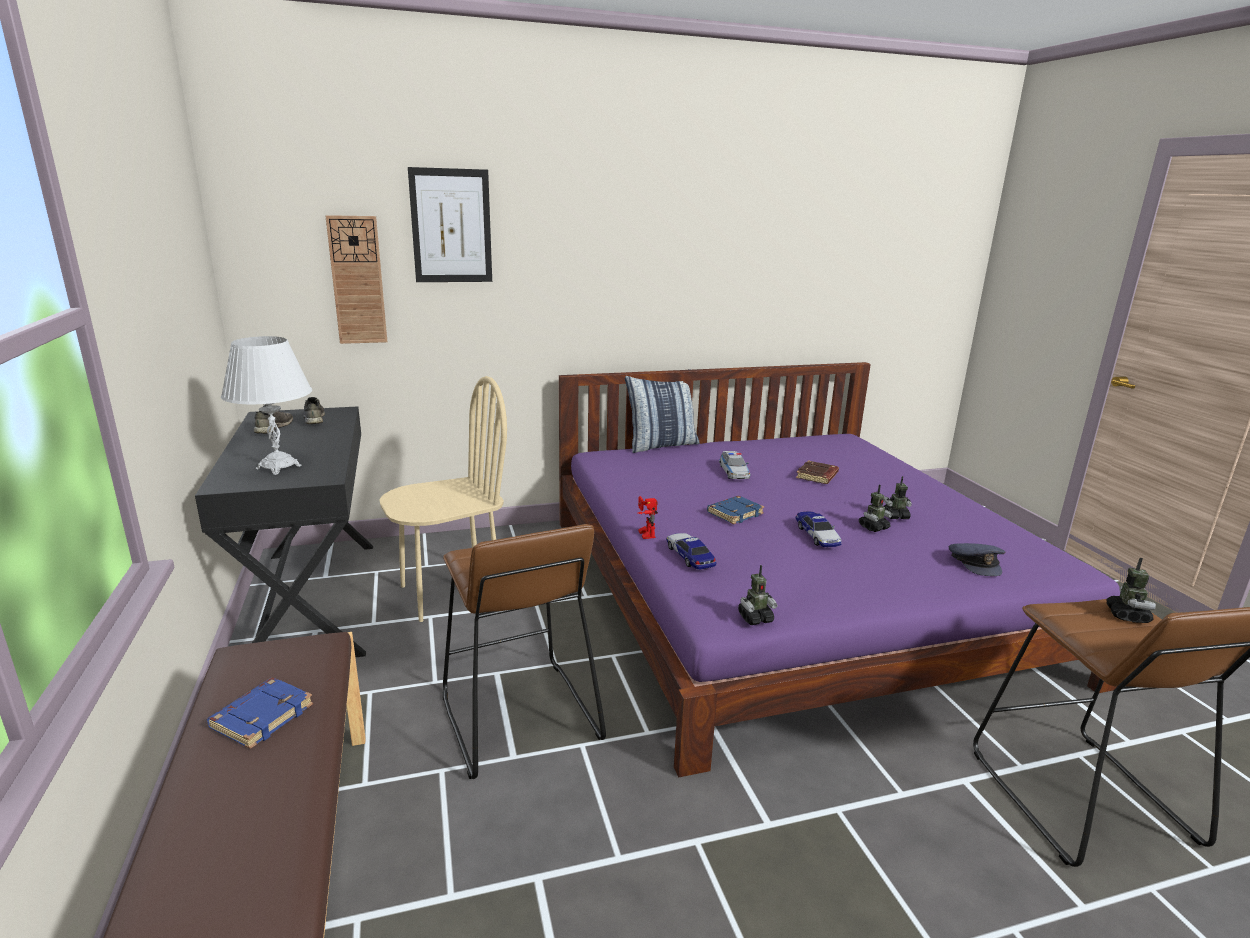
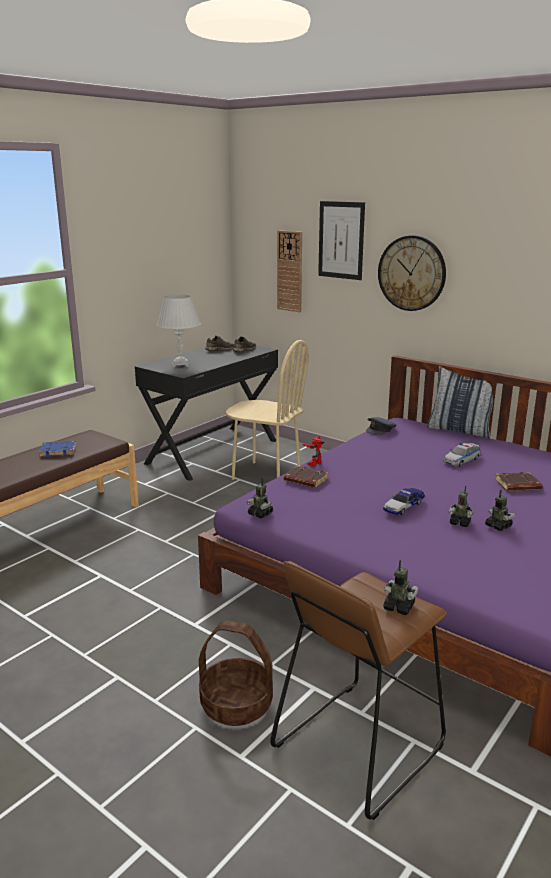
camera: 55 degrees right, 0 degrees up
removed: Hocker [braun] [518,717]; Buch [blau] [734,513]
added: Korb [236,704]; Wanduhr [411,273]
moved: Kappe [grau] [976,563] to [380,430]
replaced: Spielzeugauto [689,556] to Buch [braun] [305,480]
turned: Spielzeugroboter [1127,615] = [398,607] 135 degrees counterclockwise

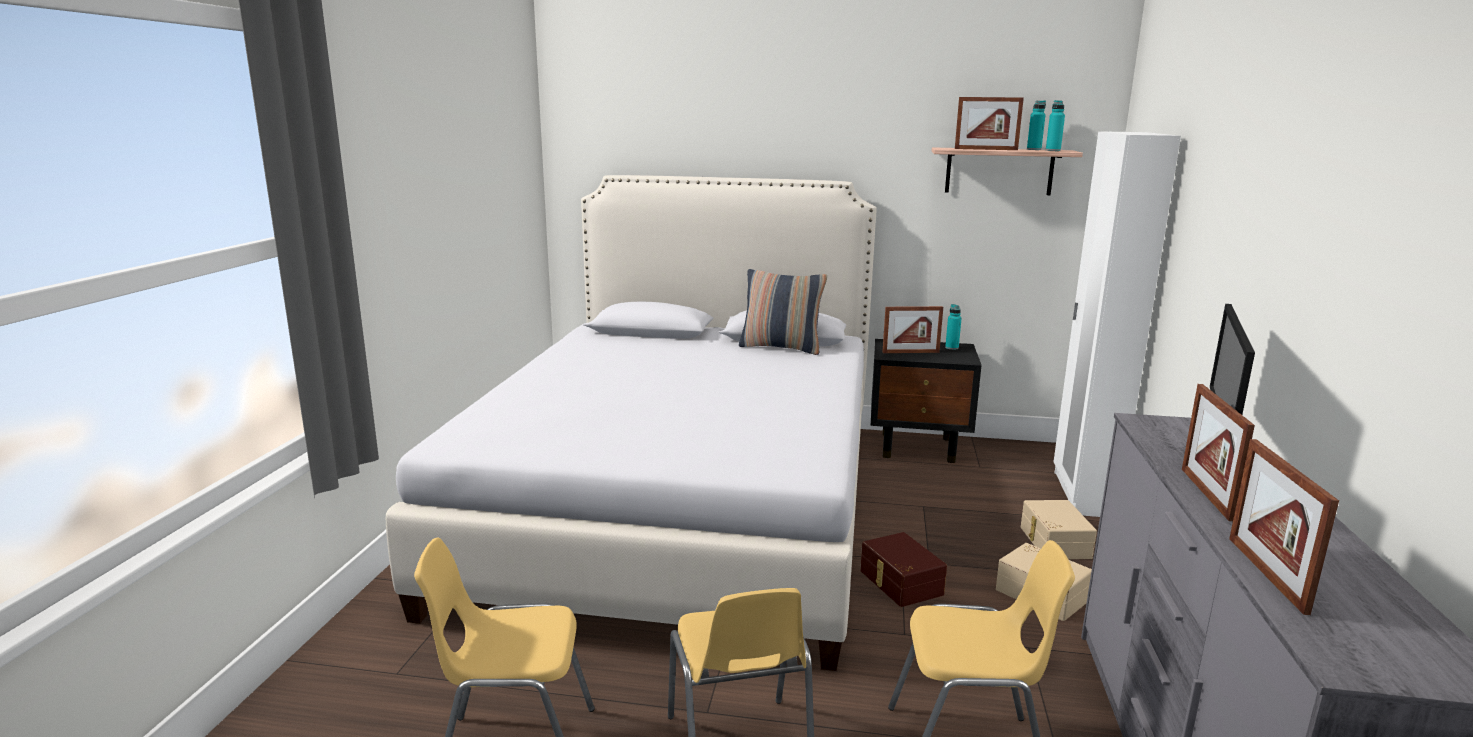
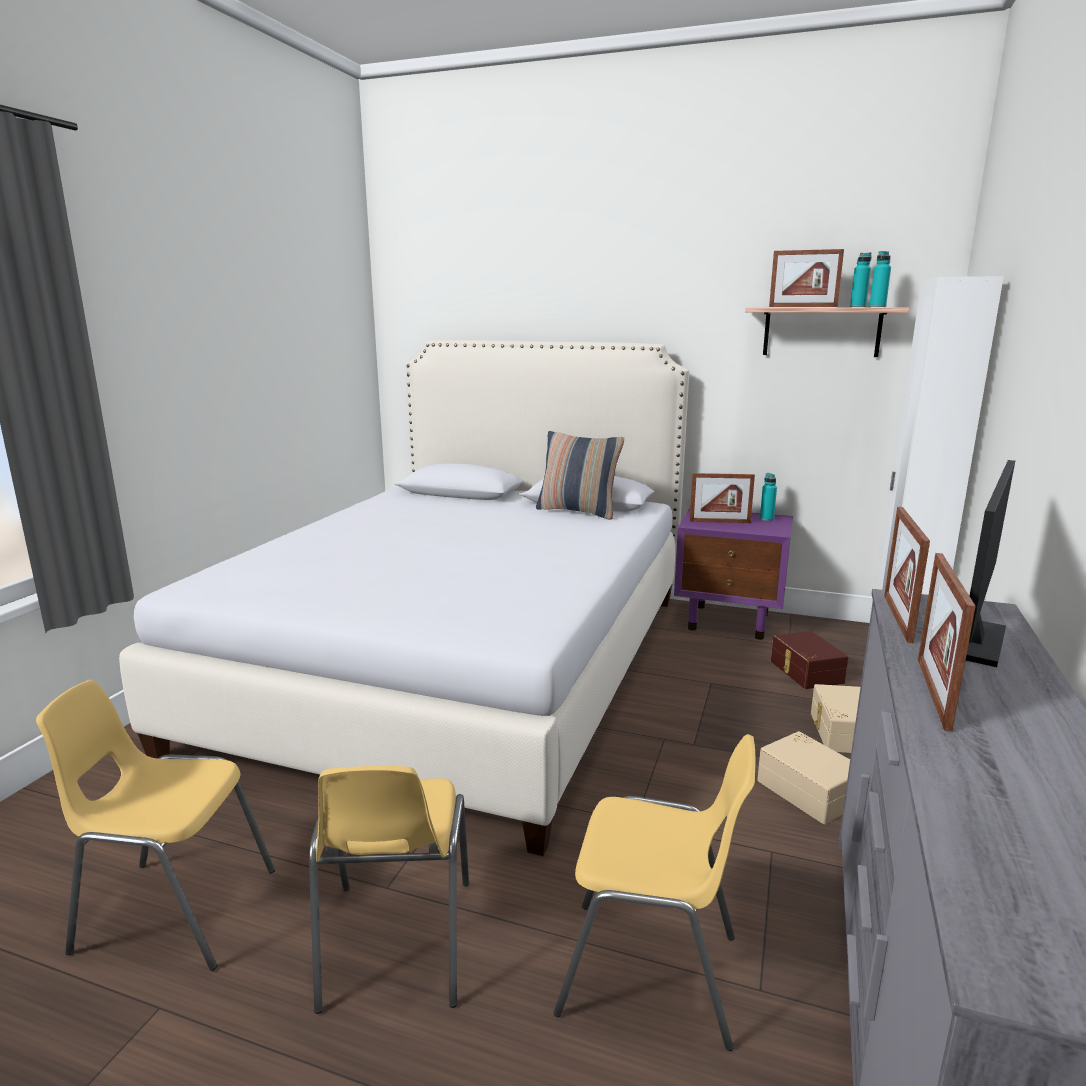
camera: 10 degrees right, 0 degrees up
moved: Aufbewahrungsbox [braun] [899,583] to [805,672]; Bilderrahmen [1266,574] to [897,617]
recoloured: Nachttisch [schwarz] [919,447] to Nachttisch [lila] [730,621]

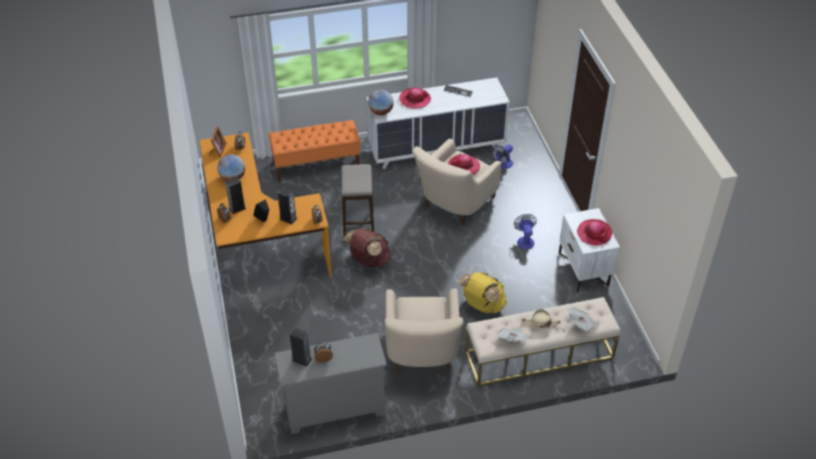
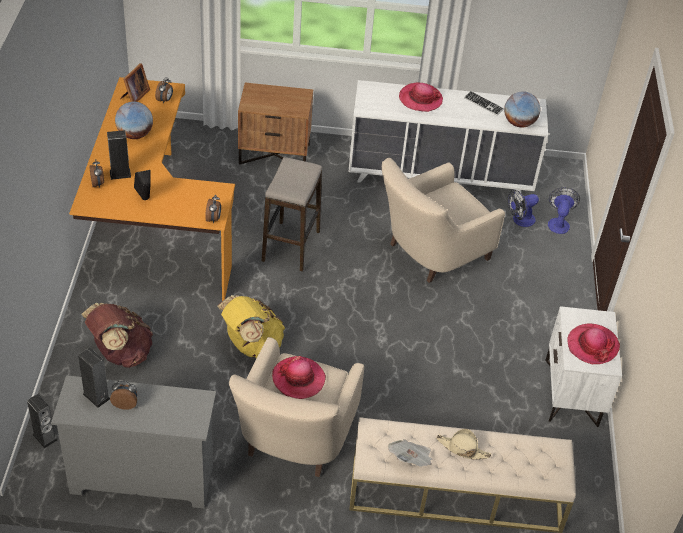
camera: 15 degrees right, 0 degrees up
removed: Zeitung [582,325]
moved: Lautsprecher [288,218] to [44,437]; Rucksack [braun] [369,261] to [120,353]; Globus [381,112] to [519,123]; Hut [464,166] to [298,379]; Rucksack [gelb] [482,305] to [252,346]; Ventilator [525,240] to [558,223]
replaced: Bank [orange] [316,165] to Nachttisch [braun] [274,154]

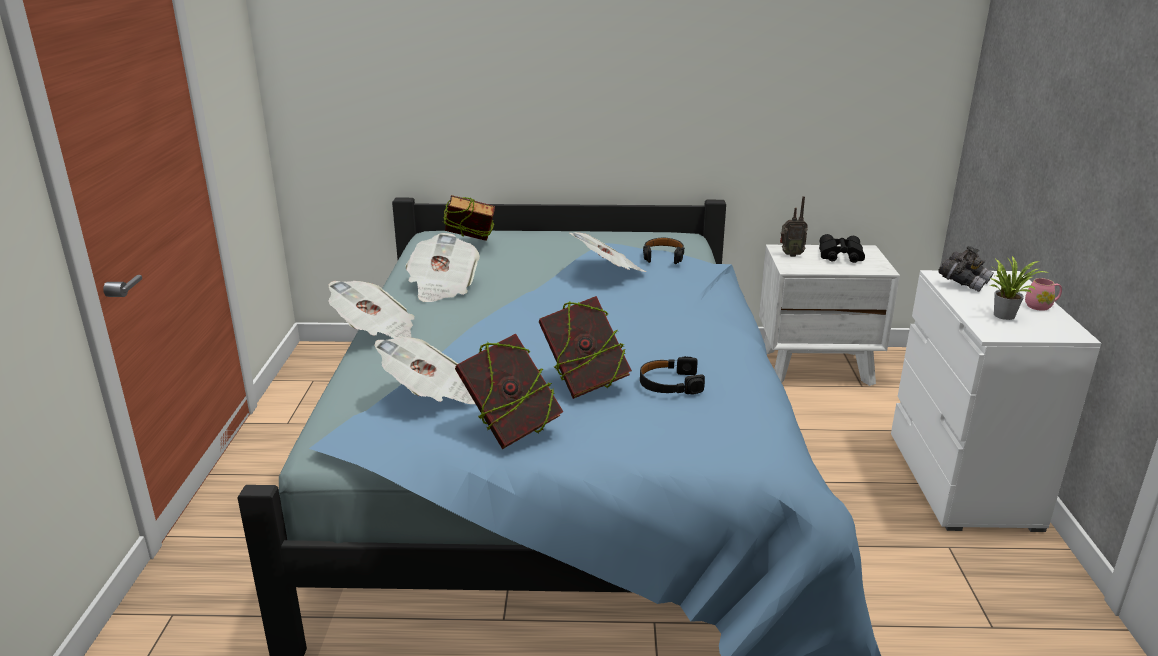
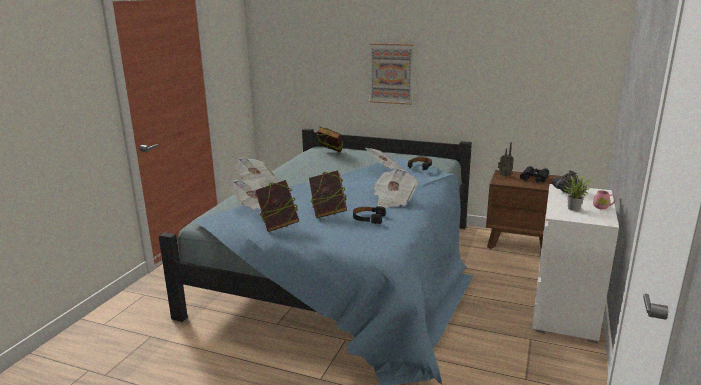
camera: 20 degrees right, 5 degrees down
added: Bild [391,73]
moved: Zeitung [442,287] to [393,200]
recoloured: Nachttisch [weiß] [816,366] to Nachttisch [braun] [520,243]

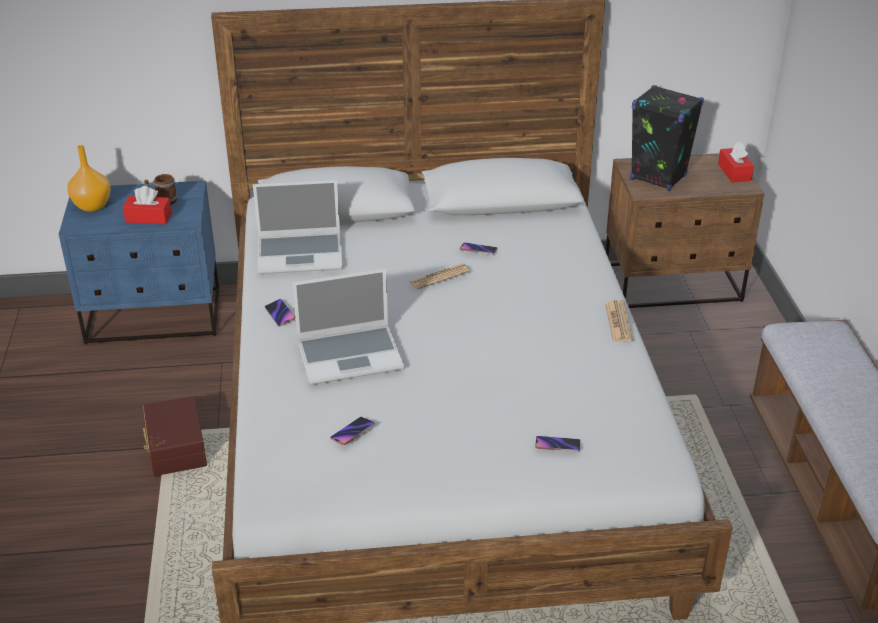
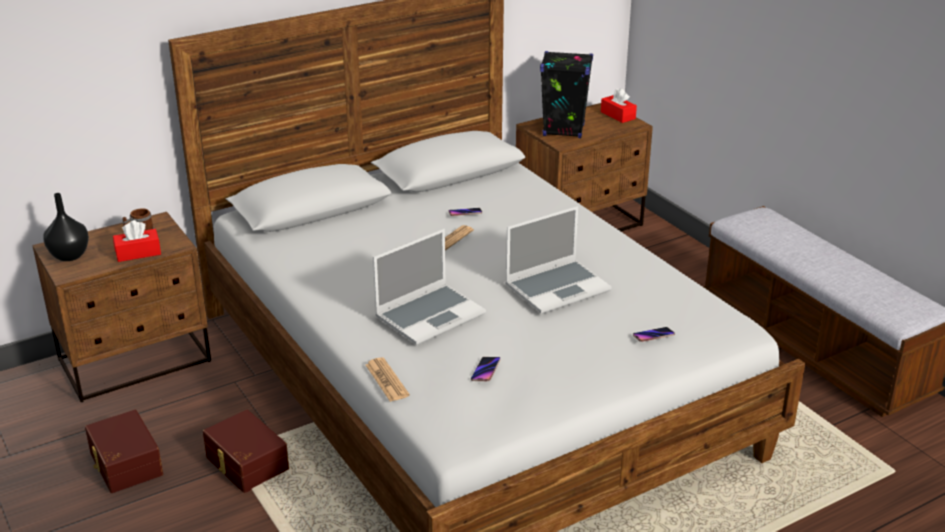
camera: 25 degrees left, 5 degrees down
removed: Handy [280,314]
added: Aufbewahrungsbox [braun] [124,464]
moved: Laptop [301,254] to [557,287]; Zeitung [618,322] to [387,380]
recoloured: Nachttisch [blau] [154,317] to Nachttisch [braun] [136,361]; Vase [orange] [93,206] to Vase [schwarz] [70,255]

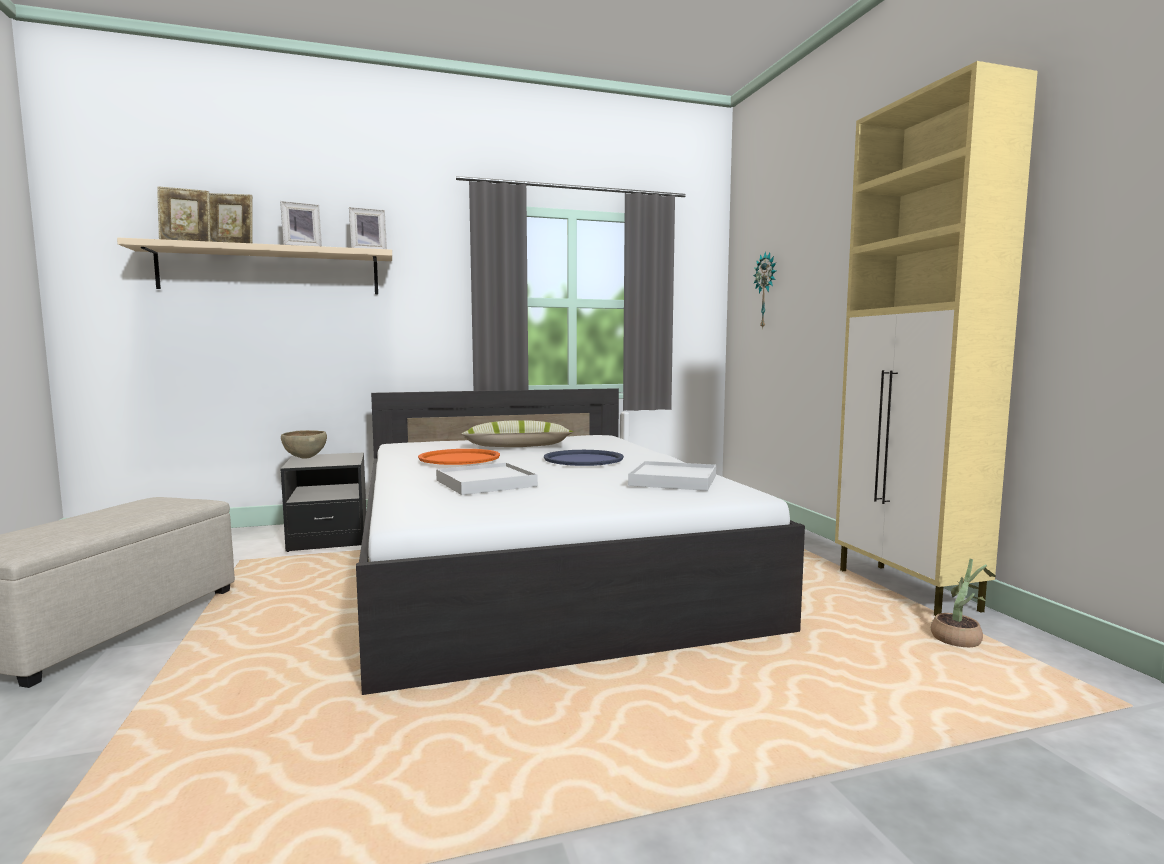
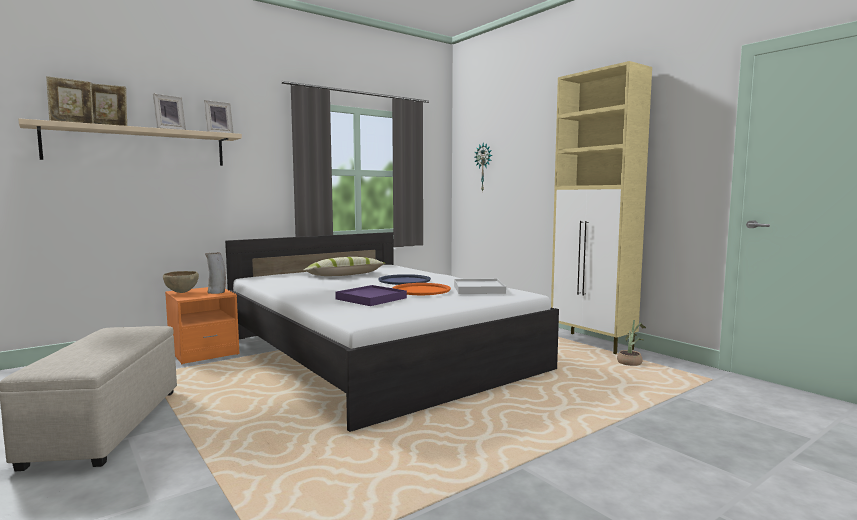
camera: 20 degrees left, 0 degrees up
added: Vase [216,292]
moved: Tablett [orange] [459,458] to [421,290]
recoloured: Nachttisch [schwarz] [329,538] to Nachttisch [orange] [203,352]; Tablett [weiß] [485,483] to Tablett [lila] [371,298]

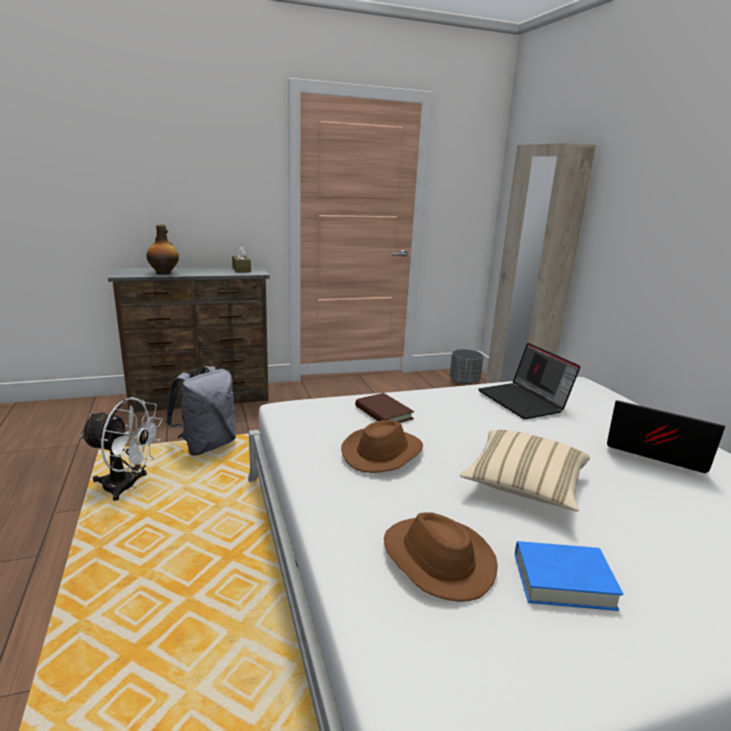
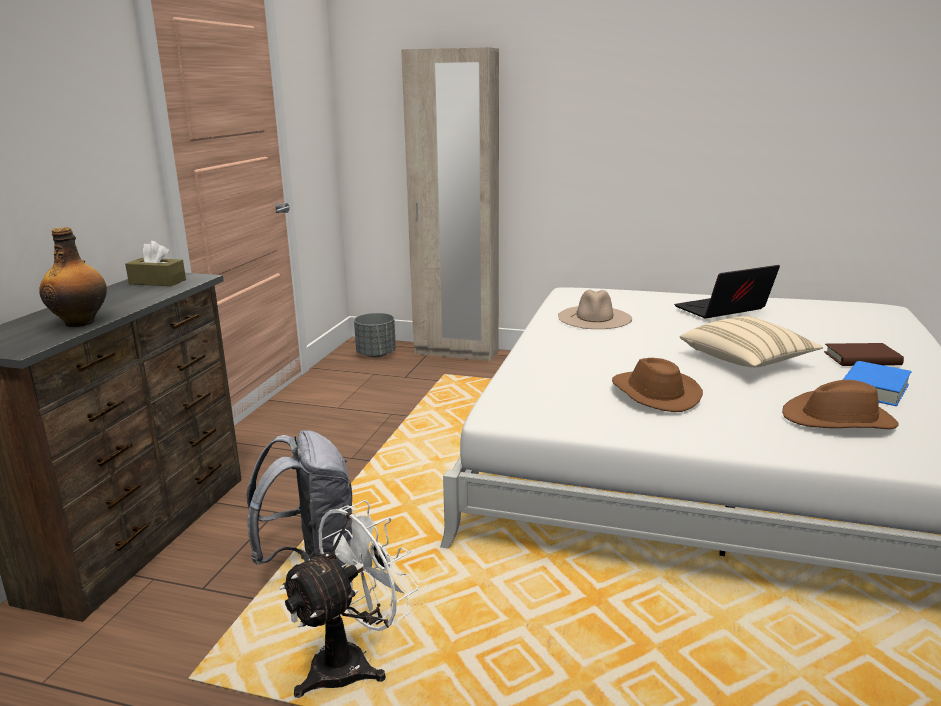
camera: 55 degrees left, 0 degrees up
moved: Buch [braun] [383,412] to [862,359]
replaced: Laptop [524,401] to Hut [beige] [594,317]

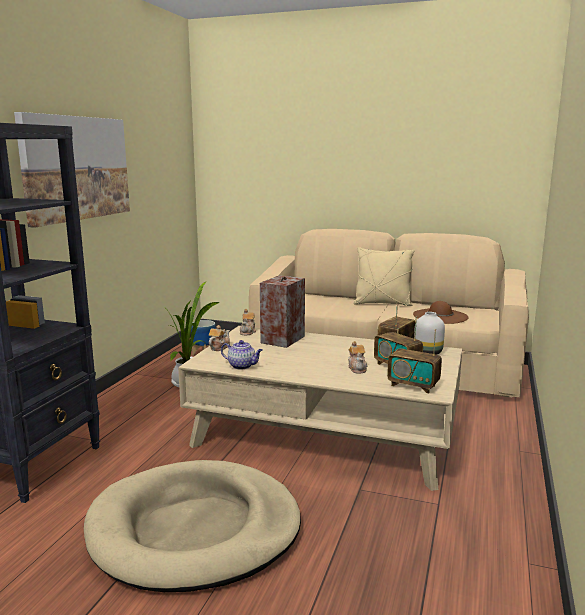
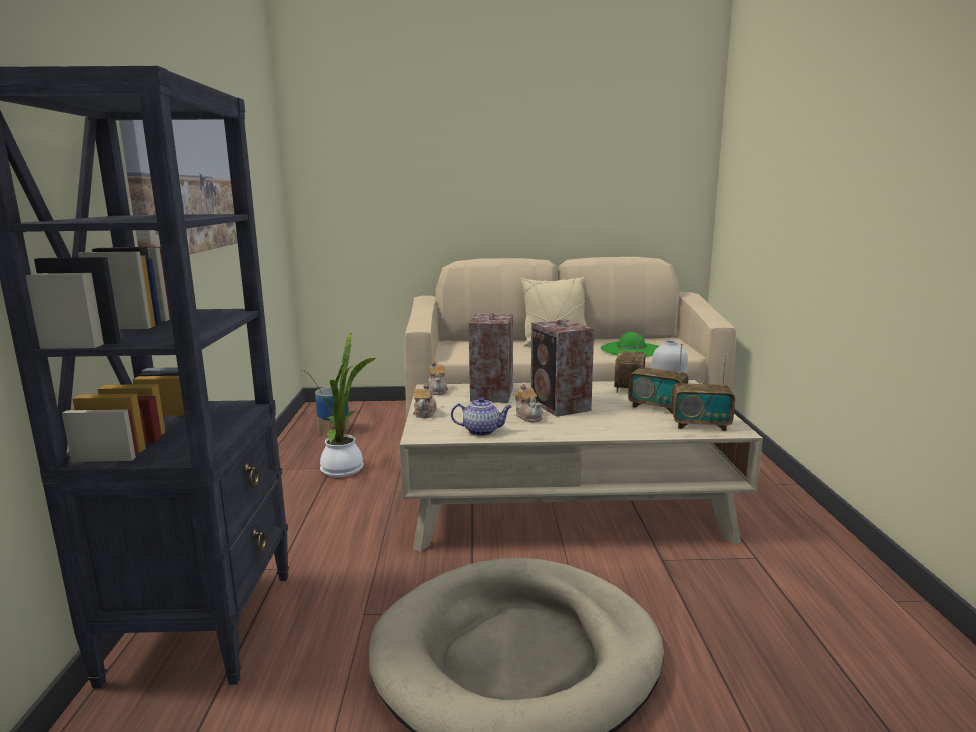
camera: 20 degrees left, 0 degrees up
added: Lautsprecher [560,406]
moved: Teekanne [357,368] to [529,417]
recoloured: Hut [braun] [440,316] to Hut [grün] [631,349]

